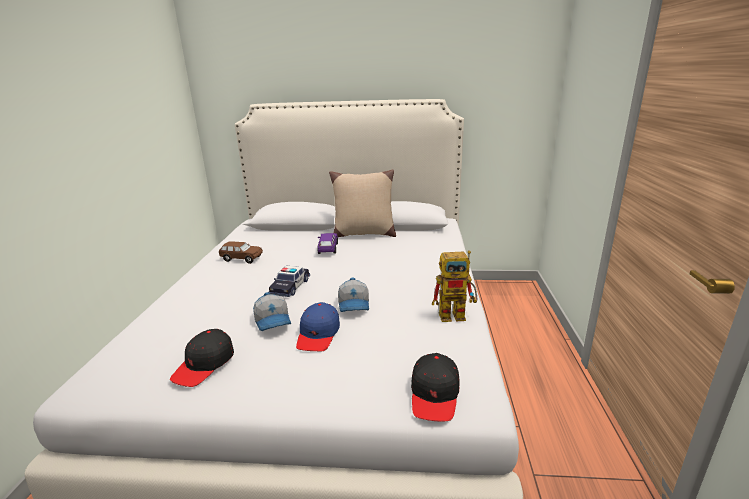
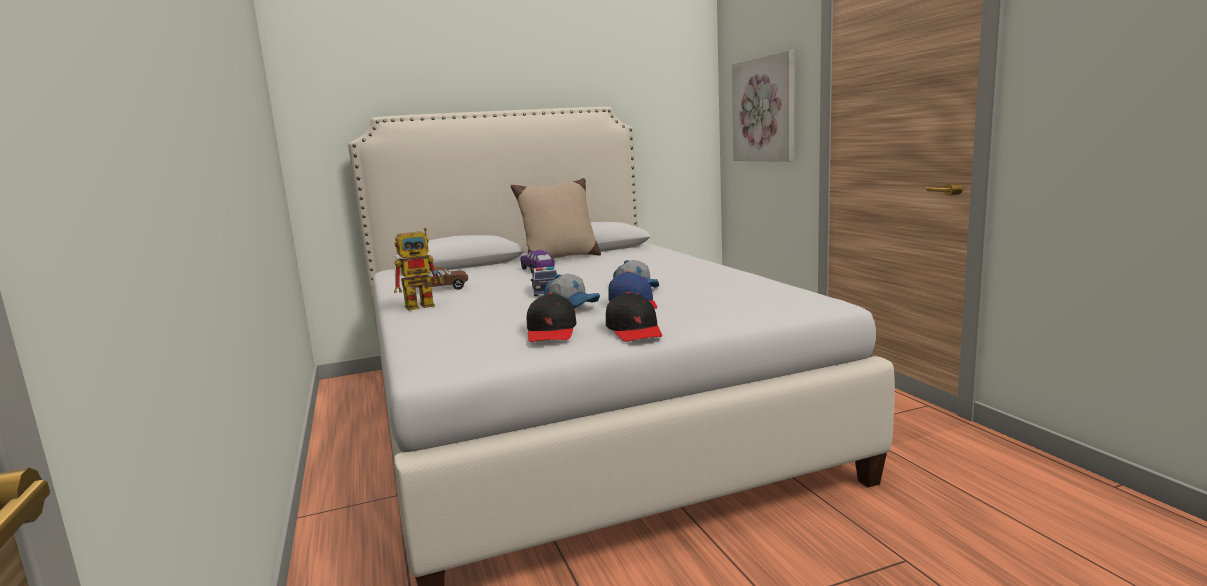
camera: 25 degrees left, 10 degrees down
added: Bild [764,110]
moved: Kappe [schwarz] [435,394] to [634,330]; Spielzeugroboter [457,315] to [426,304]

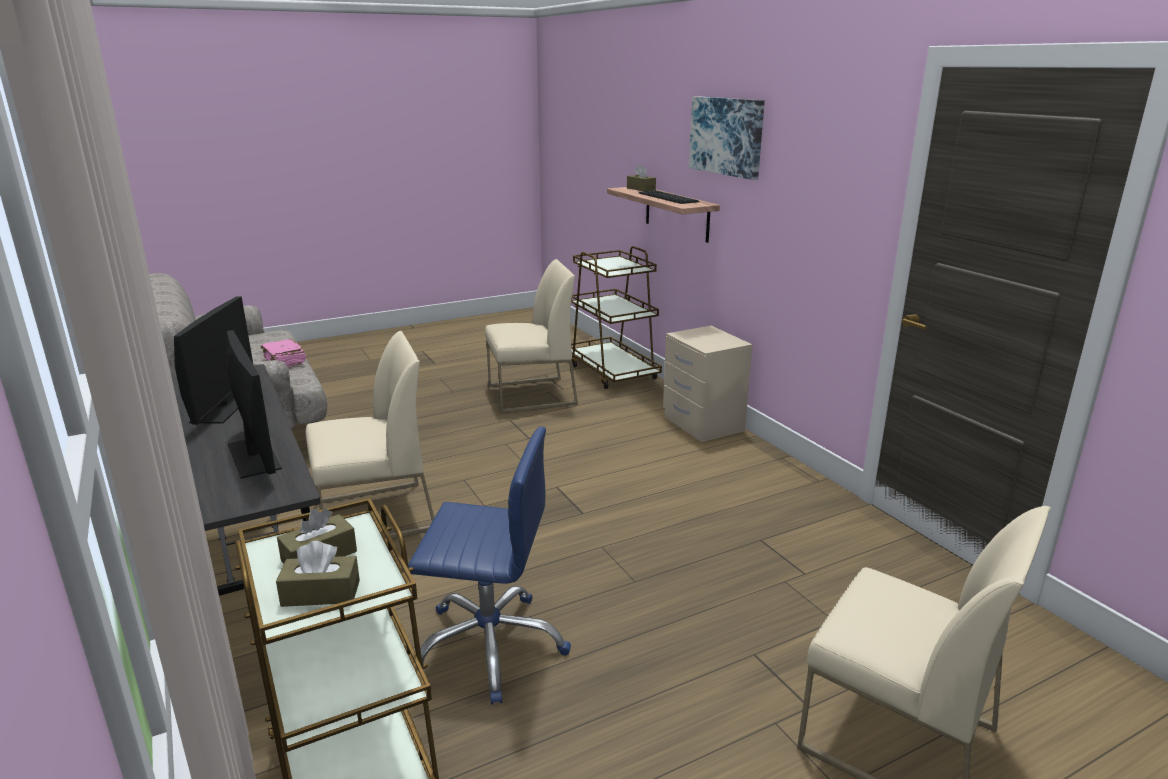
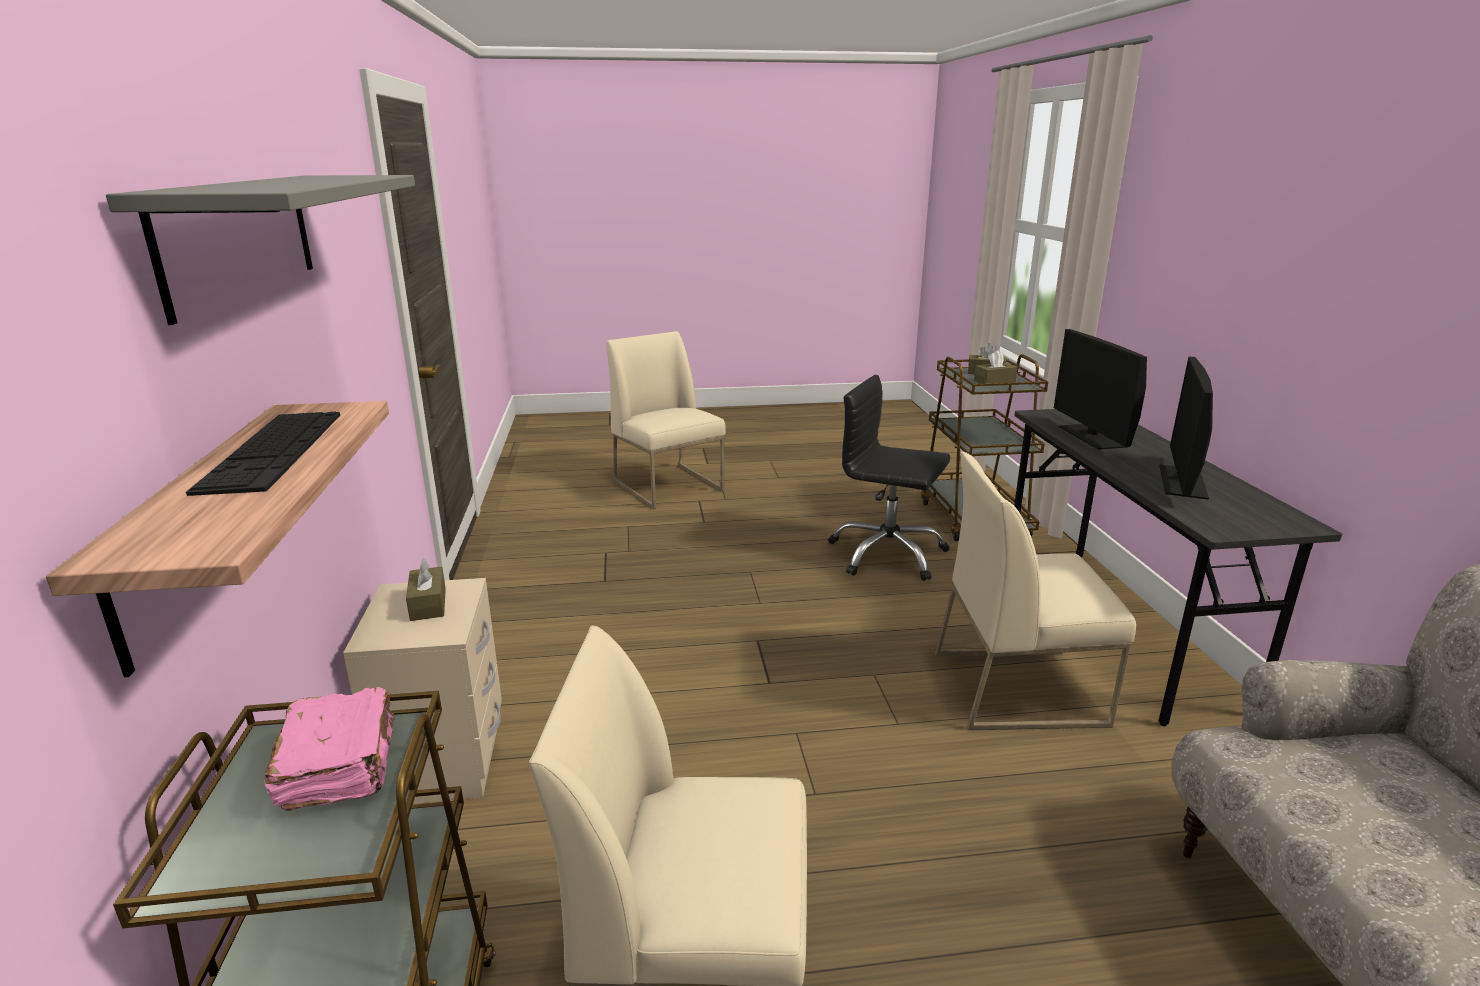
camera: 160 degrees left, 0 degrees up
moved: Buch [rosa] [284,361] to [341,766]; Taschentuchbox [braun] [641,189] to [428,604]
replaced: Bild [727,136] to Wandregal [grau] [240,238]
recoloured: Bürostuhl [blau] [490,645] to Bürostuhl [schwarz] [887,554]

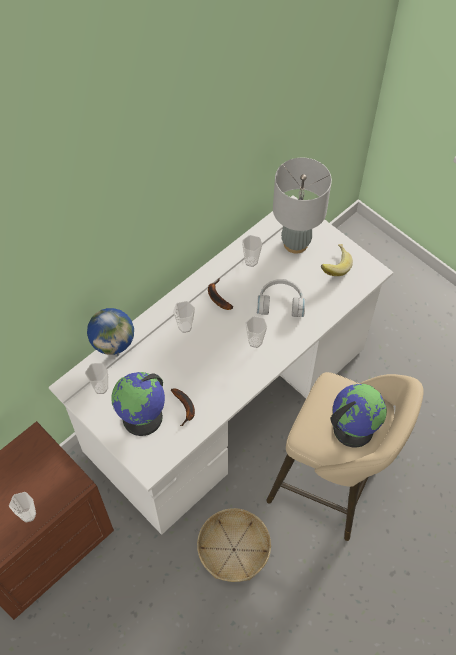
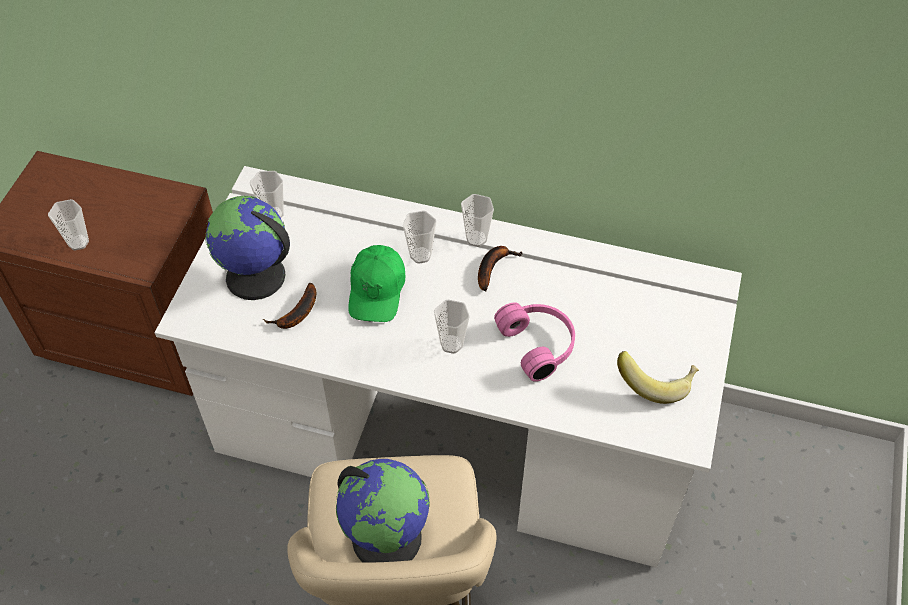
camera: 60 degrees right, 5 degrees down
removed: Globus [116,352]; Korb [233,549]; Tischlampe [grau] [296,243]
added: Kappe [grün] [377,290]
moved: Tasse [251,261] to [476,238]
recoloured: Kopfhörer [weiß] [280,302] to Kopfhörer [rosa] [539,344]

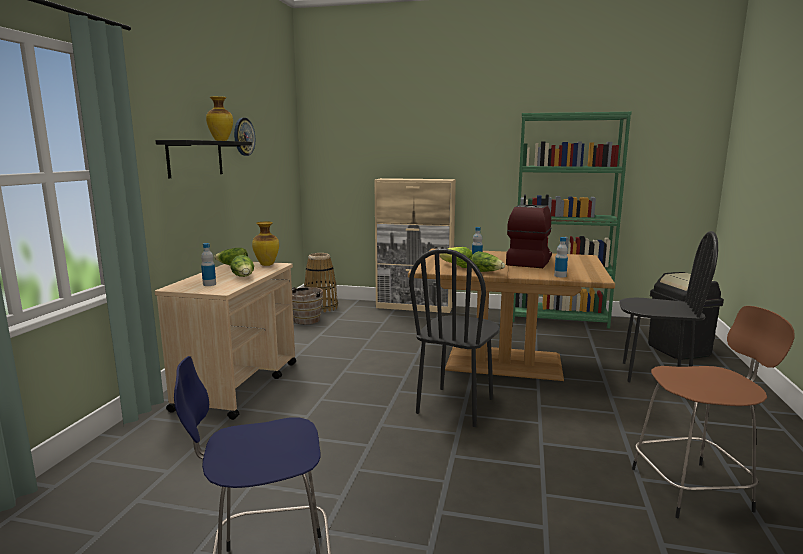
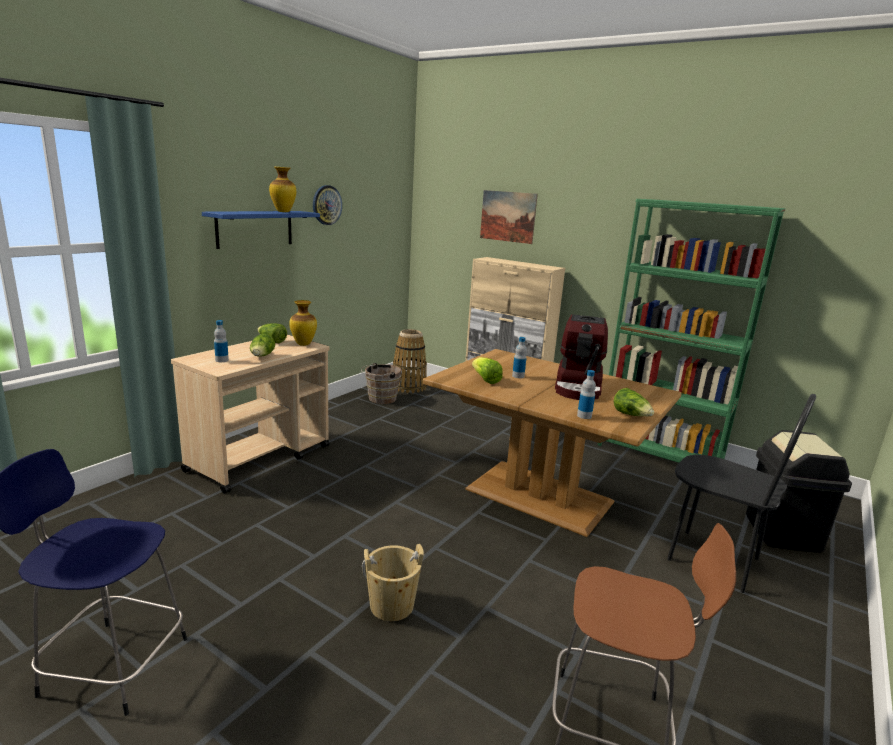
camera: 20 degrees right, 5 degrees up
removed: Stuhl [schwarz] [456,406]
added: Eimer [beige] [392,605]; Bild [508,216]
moved: Salatkopf [486,272] to [631,415]
recoloured: Wandregal [schwarz] [195,158] to Wandregal [blau] [255,228]
turned: Kaffeemaschine [528,261] = [579,387] 150 degrees clockwise

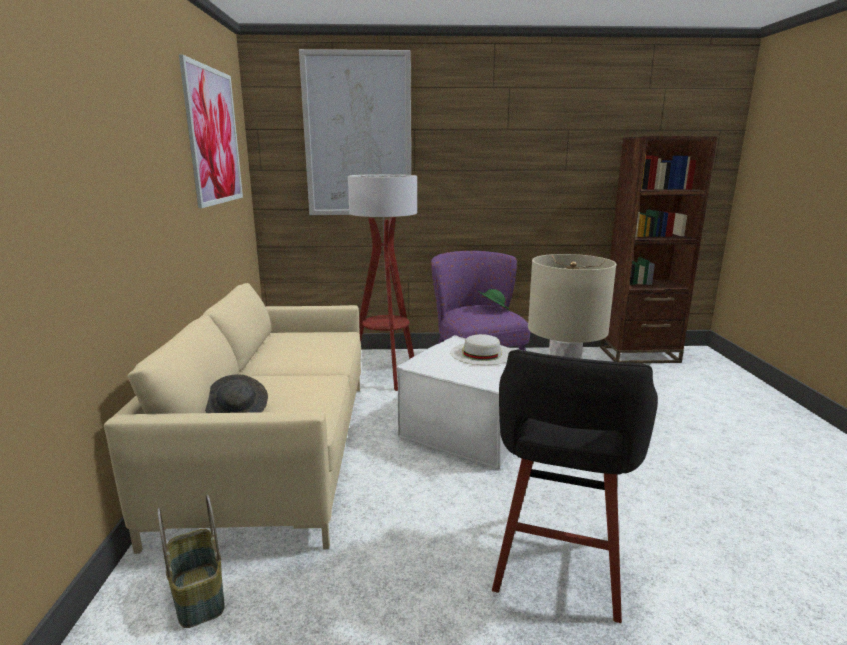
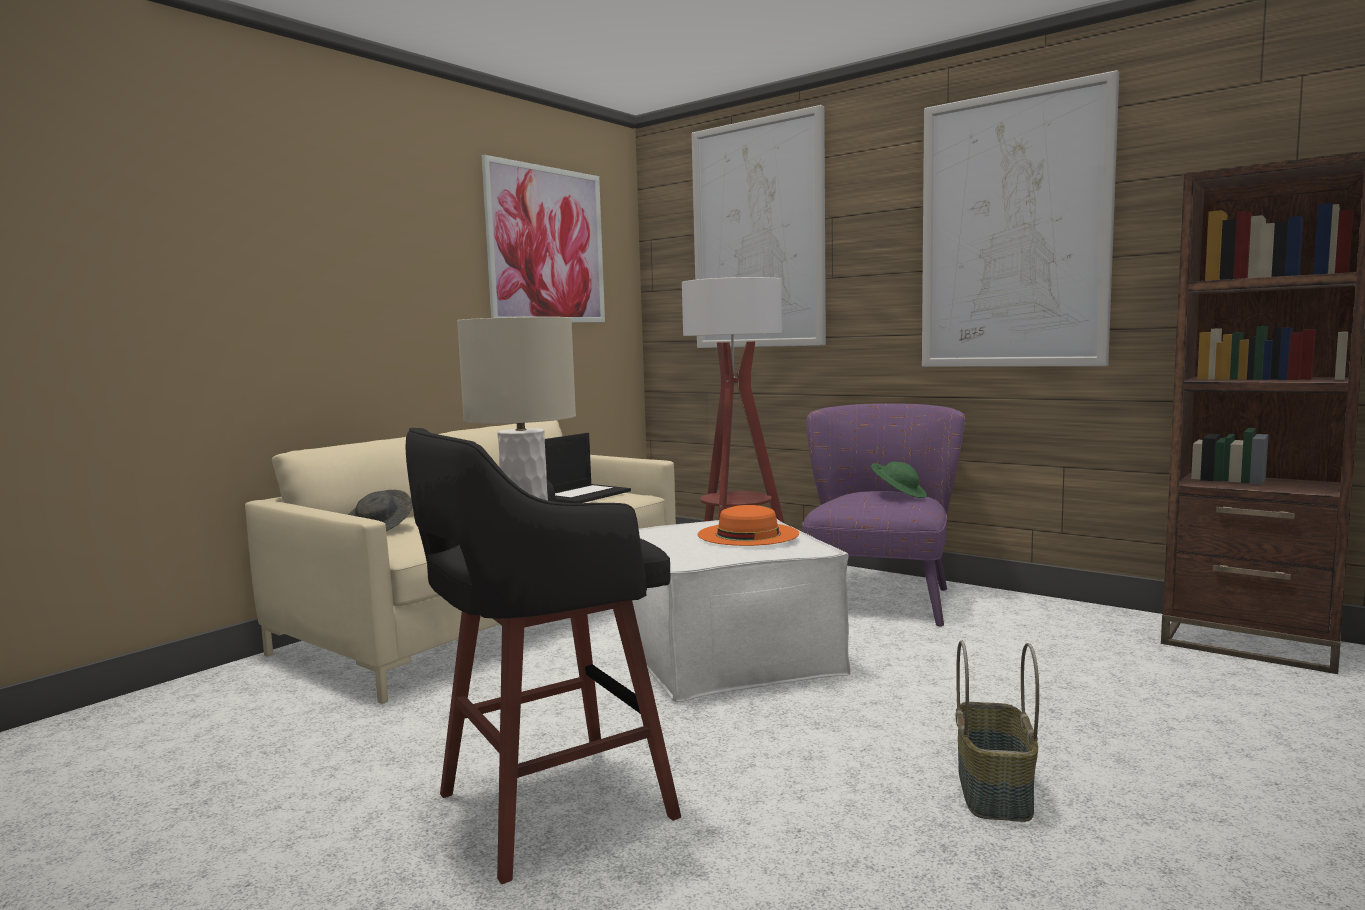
camera: 40 degrees right, 10 degrees down
added: Laptop [583,494]; Bild [1013,232]
moved: Korb [200,595] to [996,791]
recoloured: Hut [weiß] [481,353] to Hut [orange] [748,534]

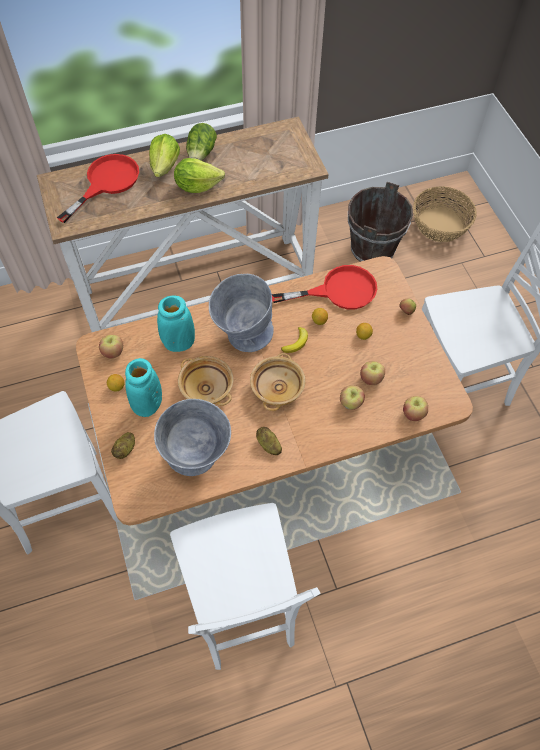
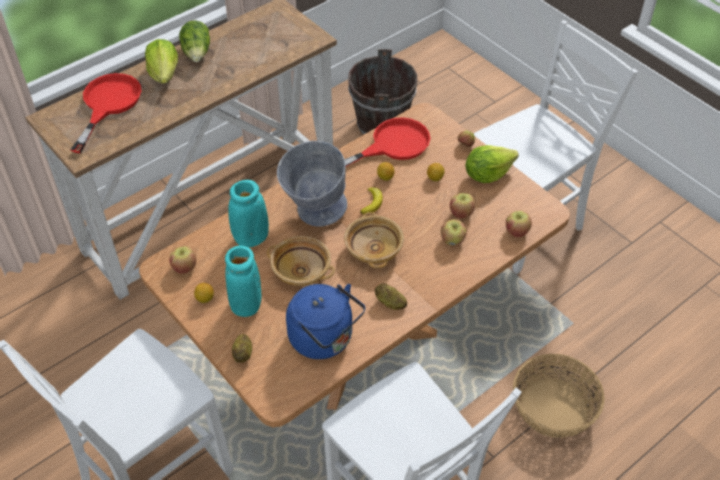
camera: 20 degrees left, 10 degrees down
moved: Salatkopf [197,186] to [487,174]; Korb [440,224] to [554,408]
replaced: Schüssel [grau] [197,460] to Wasserkessel [blau] [324,339]

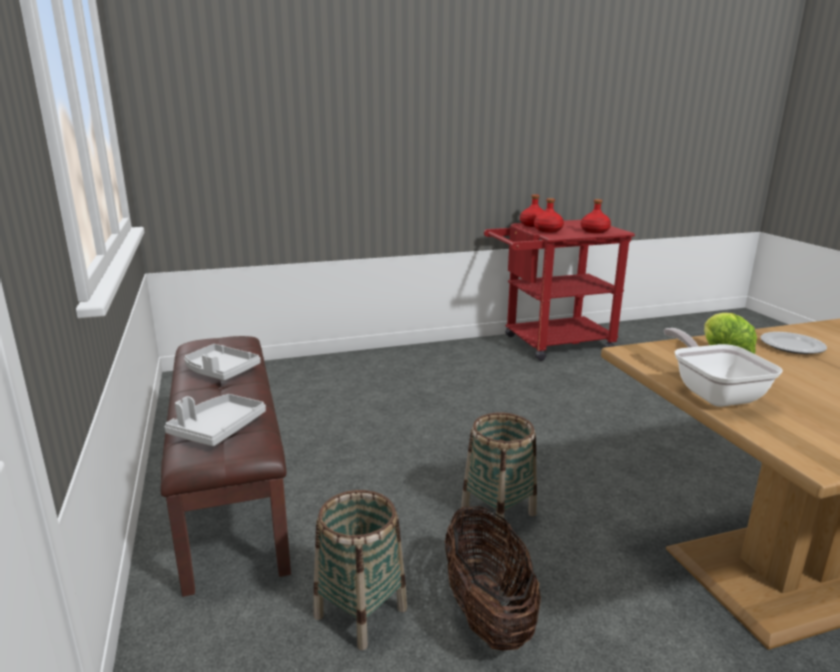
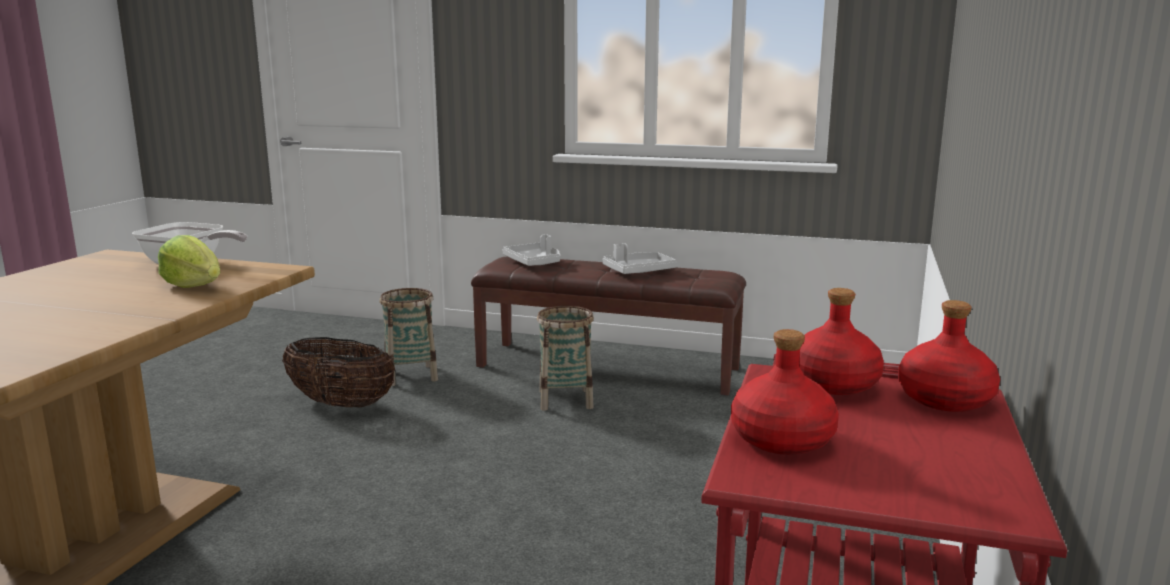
camera: 125 degrees right, 5 degrees down
removed: Teller [792,346]
moved: Korb [498,512] to [565,399]

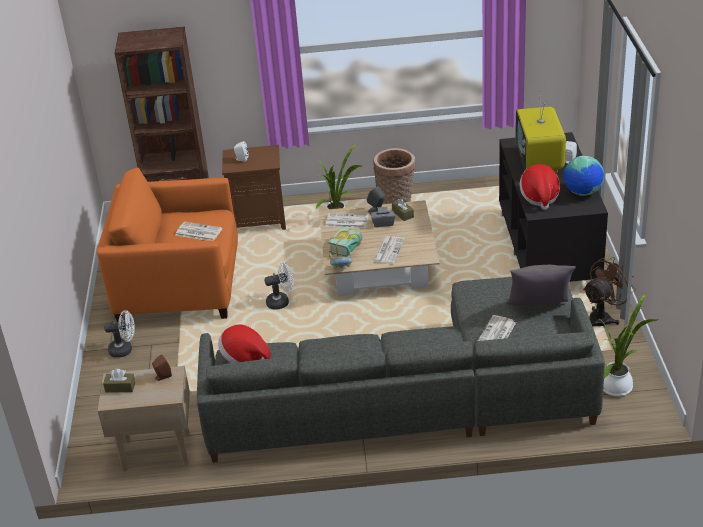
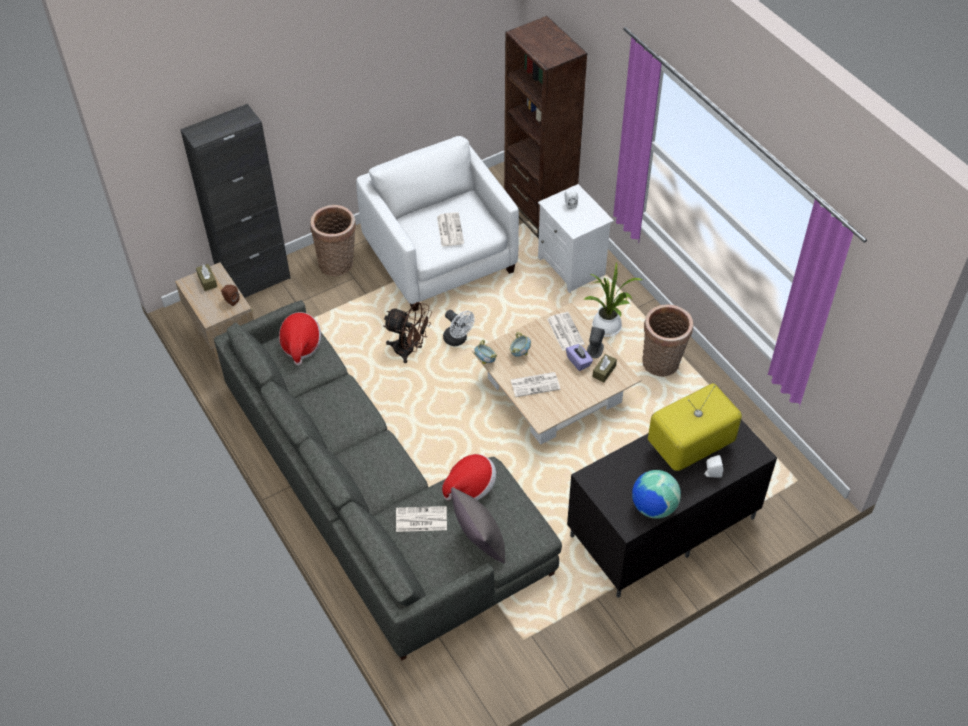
camera: 60 degrees right, 15 degrees up
removed: Topfpflanze [618,386]
added: Schrank [schwarz] [255,282]
moved: Hut [539,197] to [470,486]; Ventilator [braun] [603,318] to [409,350]
replaced: Ventilator [weiß] [124,350] to Korb [338,264]; Buch [349,249] to Schüssel [520,352]
recoloured: Sessel [orange] [179,287] to Sessel [weiß] [440,258]; Nachttisch [braun] [260,220] to Nachttisch [weiß] [573,267]; Taschentuchbox [grau] [383,223] to Taschentuchbox [lila] [579,362]

